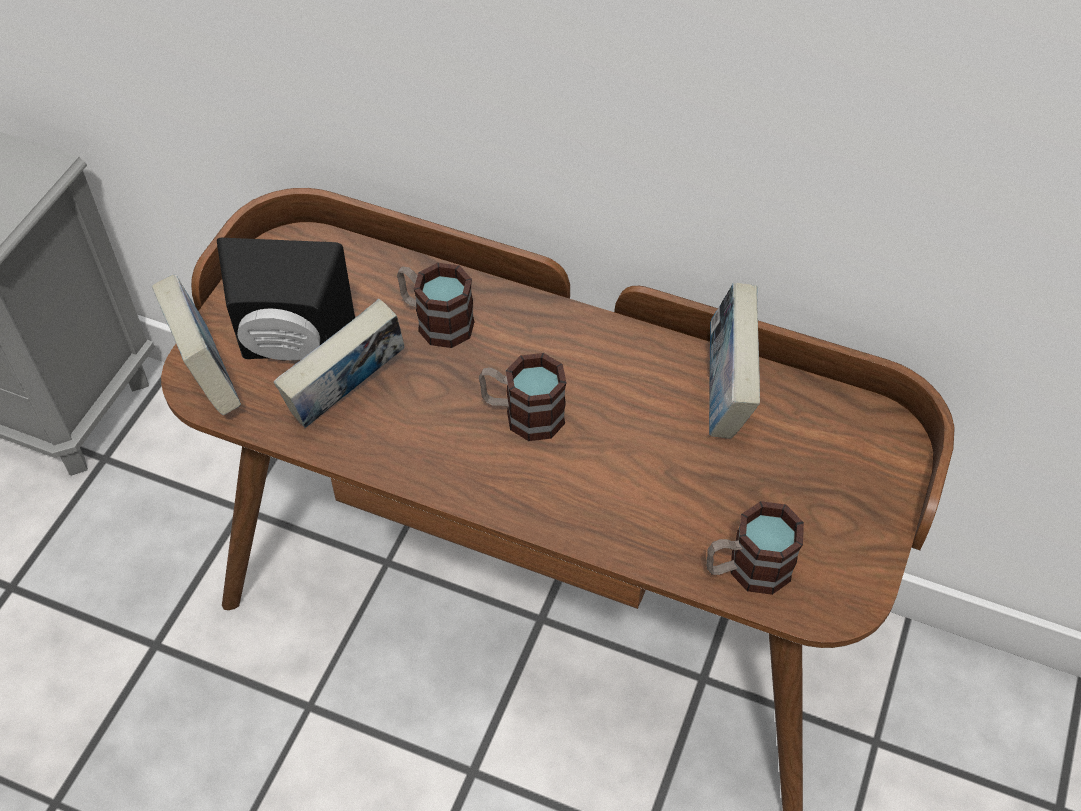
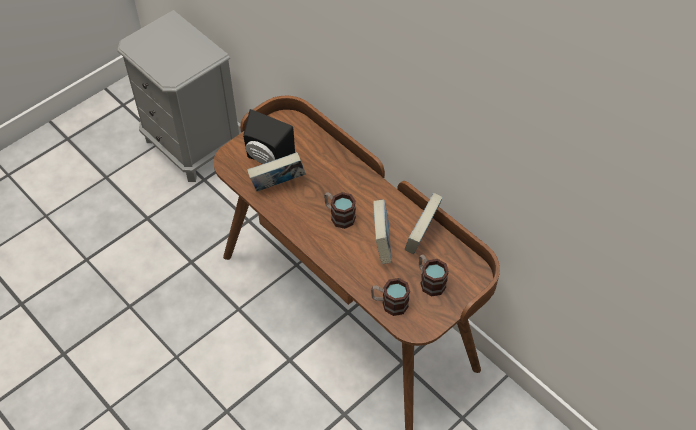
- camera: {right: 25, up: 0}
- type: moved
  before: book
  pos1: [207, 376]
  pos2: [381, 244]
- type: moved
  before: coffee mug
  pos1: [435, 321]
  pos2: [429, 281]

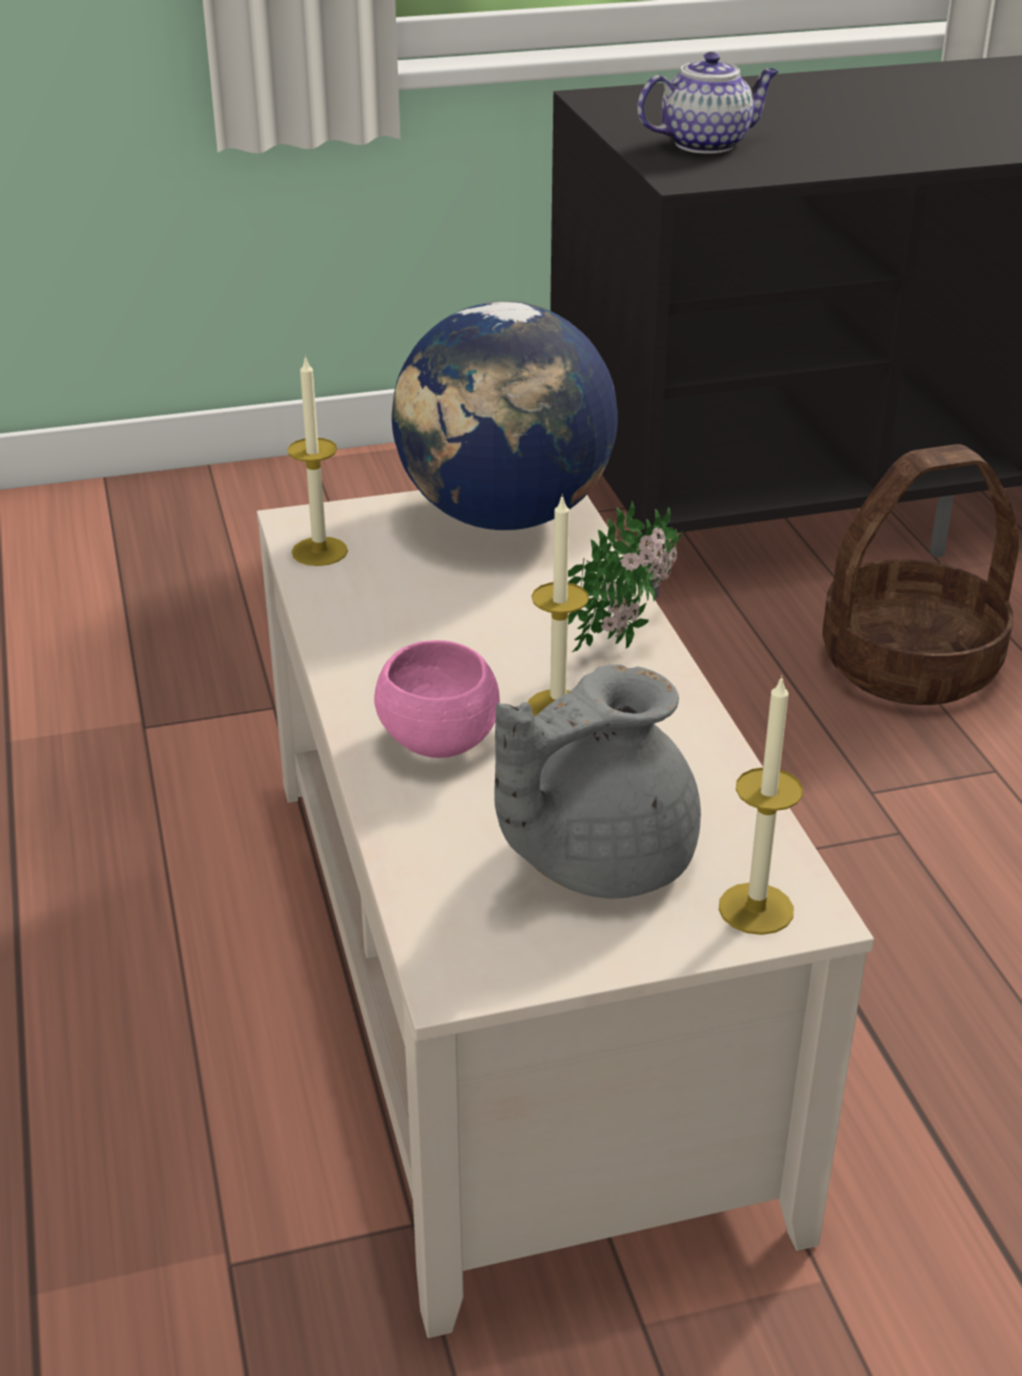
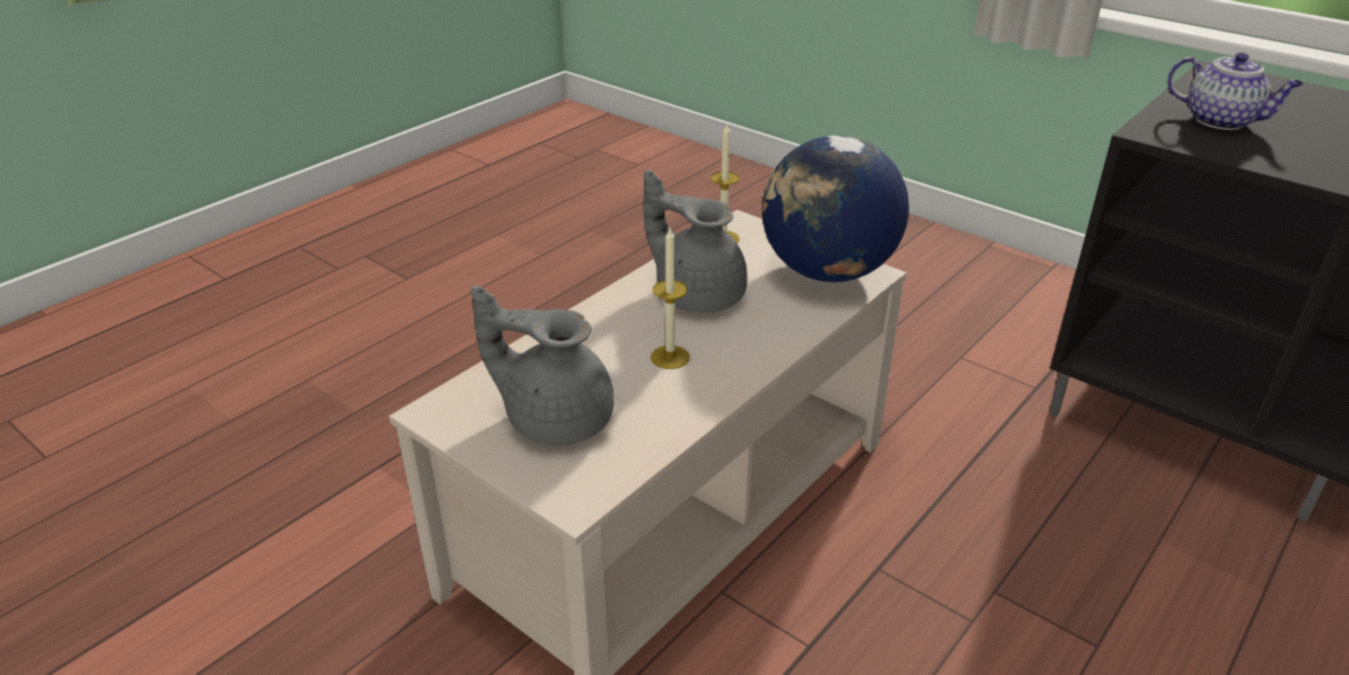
- camera: {right: 55, up: 0}
- type: added
  after: tea pot in grey
  pos2: [697, 294]
- type: removed
  before: deep dish in pink-coloured
  pos1: [438, 741]
- type: removed
  before: houseplant
  pos1: [629, 636]
- type: removed
  before: candle
  pos1: [756, 908]
- type: removed
  before: household basket
  pos1: [910, 663]

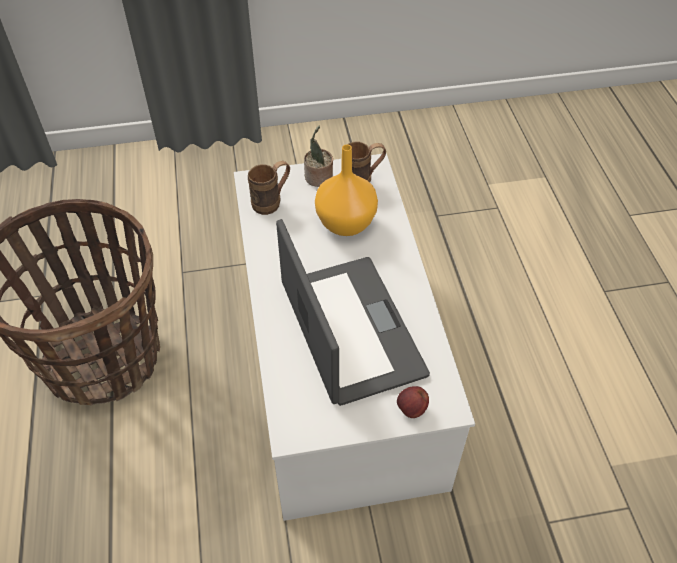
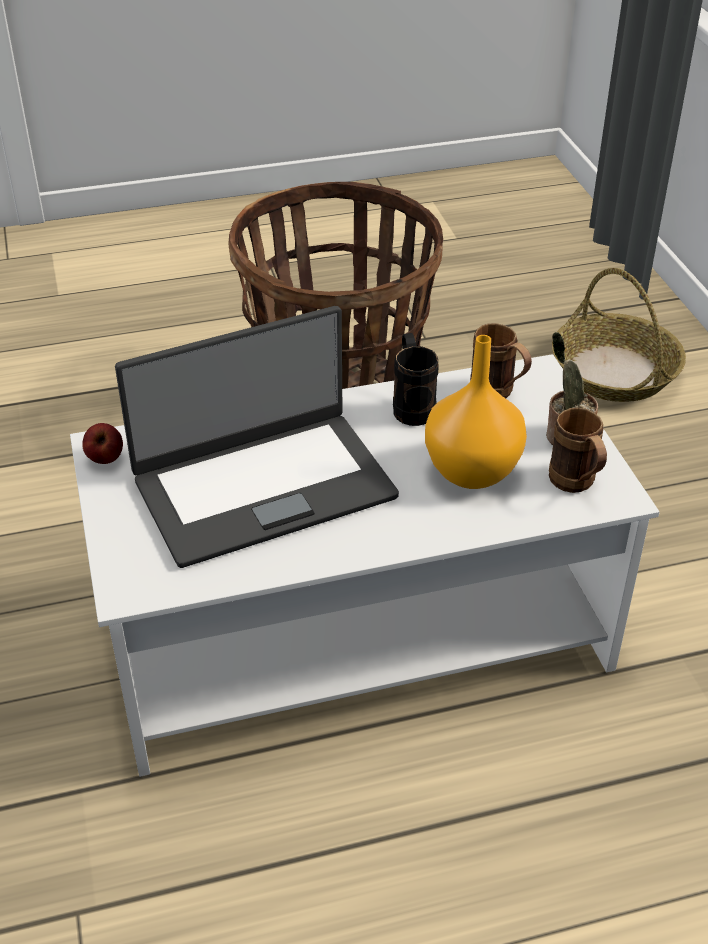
- camera: {right: 85, up: -10}
- type: moved
  before: whole apple
  pos1: [411, 409]
  pos2: [105, 458]
- type: added
  after: coffee mug in blackish
  pos2: [412, 405]
- type: added
  after: household basket
  pos2: [615, 372]

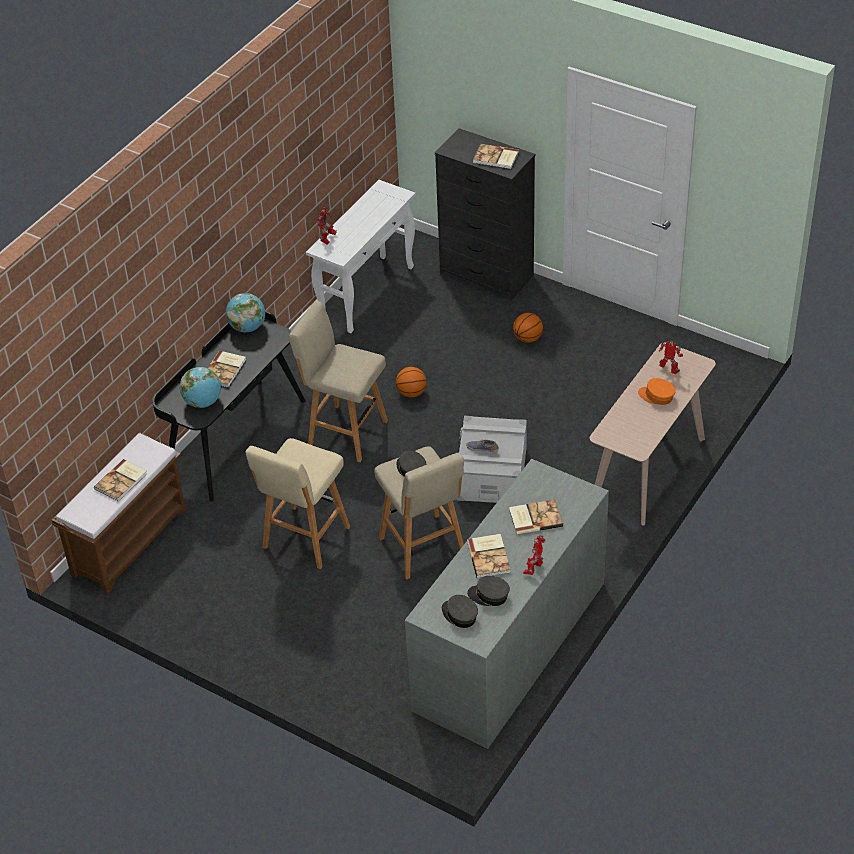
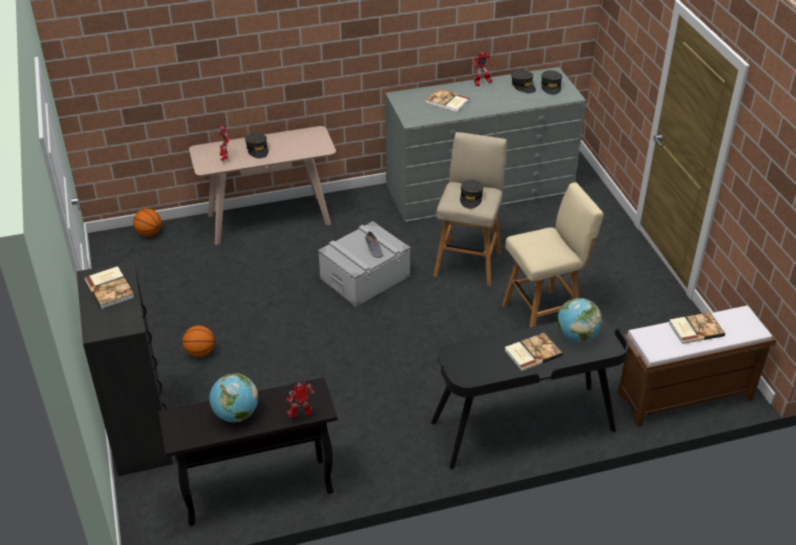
- camera: {right: -140, up: -5}
- type: moved
  before: basketball ball
  pos1: [411, 393]
  pos2: [149, 233]
- type: recoloured
  before: console table in whitish
  after: console table in blackish
  pos1: [367, 293]
  pos2: [257, 492]
- type: moved
  before: desk globe
  pos1: [247, 327]
  pos2: [236, 414]
- type: recoloured
  before: baseball cap in orange
  after: baseball cap in grey
  pos1: [656, 396]
  pos2: [257, 149]
- type: removed
  before: stool seat in beige
  pos1: [345, 432]
- type: removed
  before: book
  pos1: [489, 557]

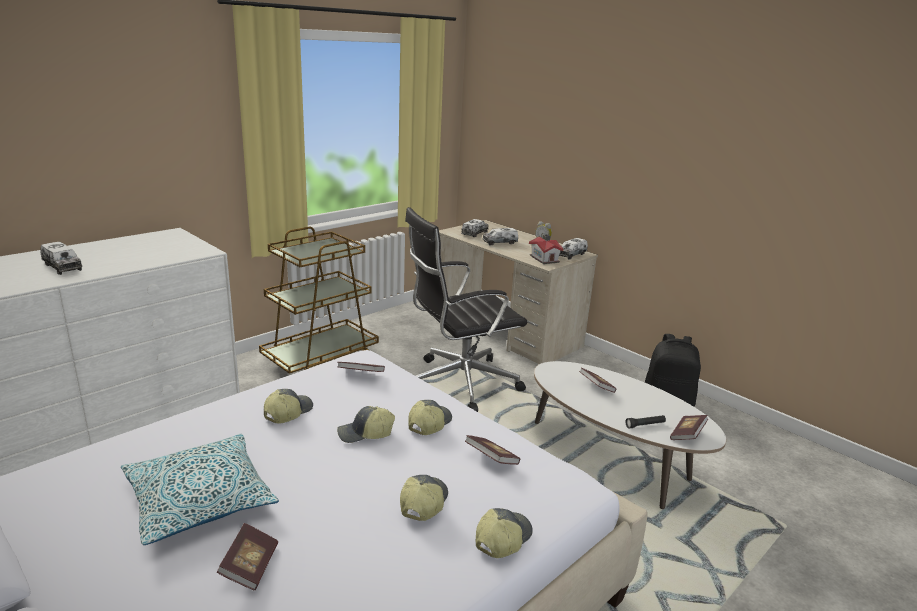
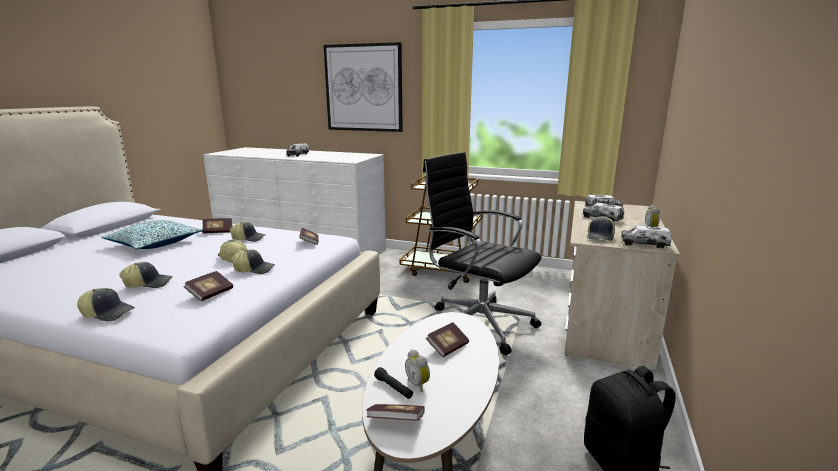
- camera: {right: 65, up: -5}
- type: moved
  before: book
  pos1: [250, 567]
  pos2: [218, 231]
- type: added
  after: wall art
  pos2: [363, 88]
- type: added
  after: bedside clock
  pos2: [418, 384]
- type: replaced
  before: model house
  after: baseball cap
  pos1: [544, 258]
  pos2: [600, 237]

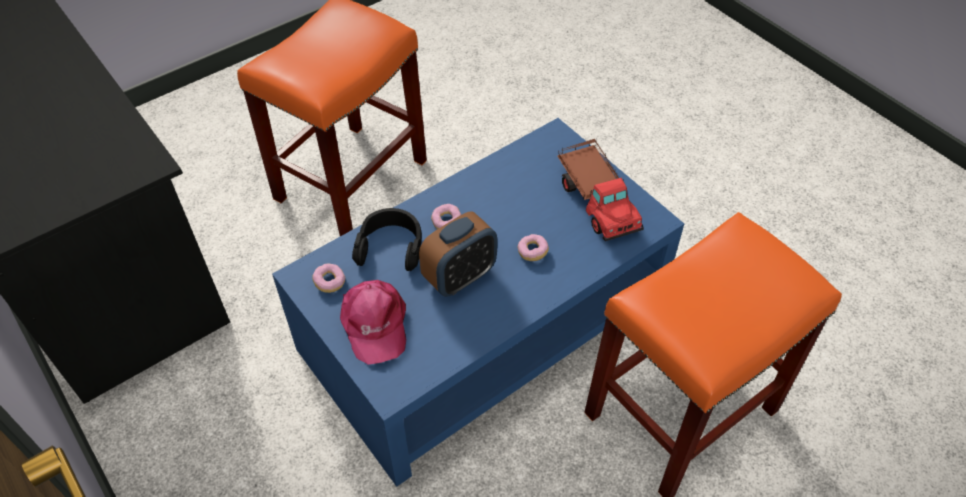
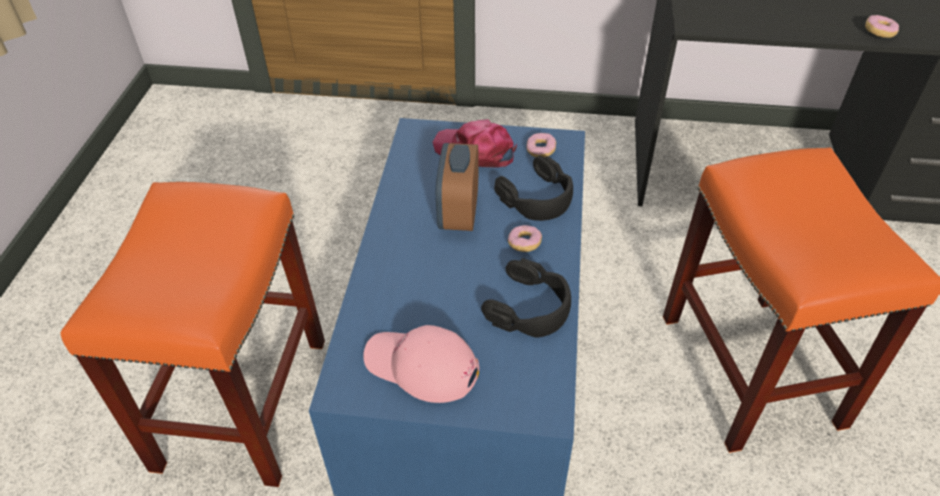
- camera: {right: 135, up: -5}
- type: replaced
  before: toy lorry
  after: baseball cap in pink-coloured
  pos1: [597, 199]
  pos2: [421, 366]
- type: added
  after: pair of headphones in blackish
  pos2: [530, 308]
- type: moved
  before: donut
  pos1: [532, 252]
  pos2: [879, 33]

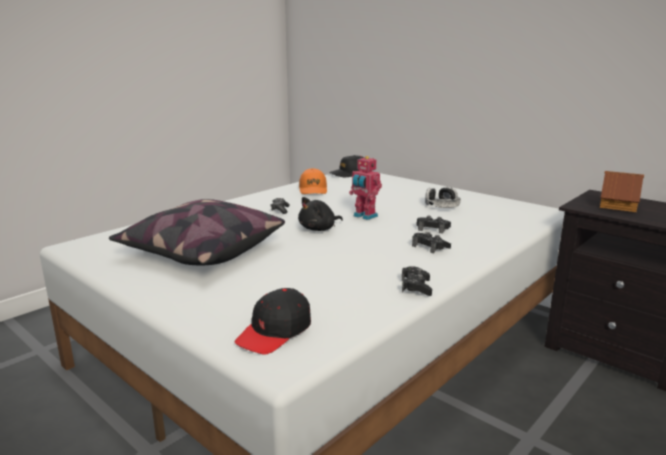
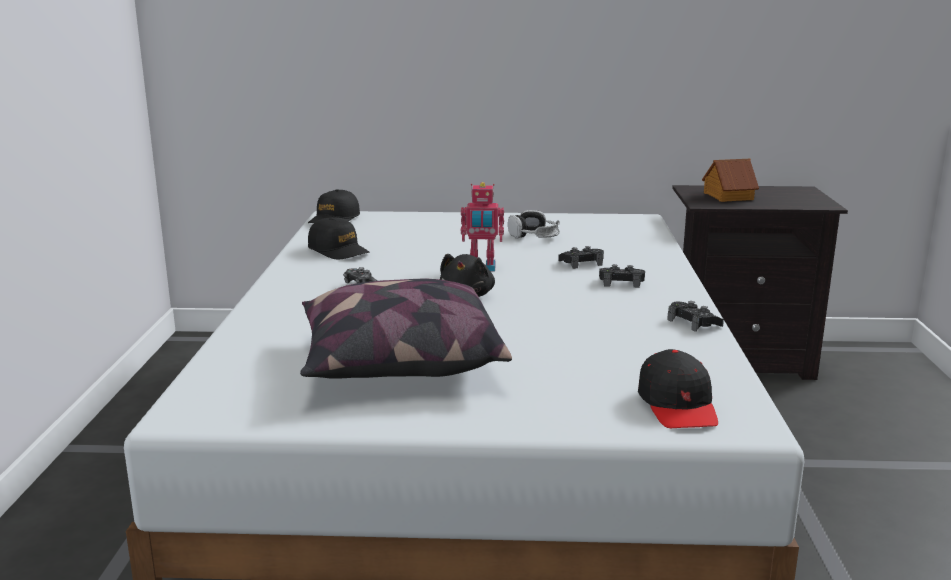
- camera: {right: -40, up: 0}
- type: recoloured
  before: baseball cap in orange
  after: baseball cap in blackish
  pos1: [313, 189]
  pos2: [338, 250]

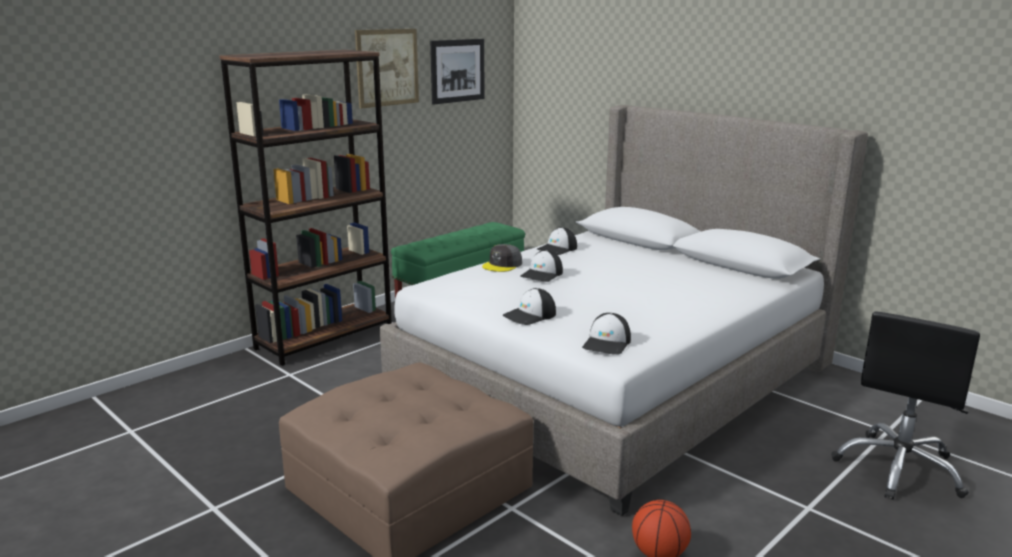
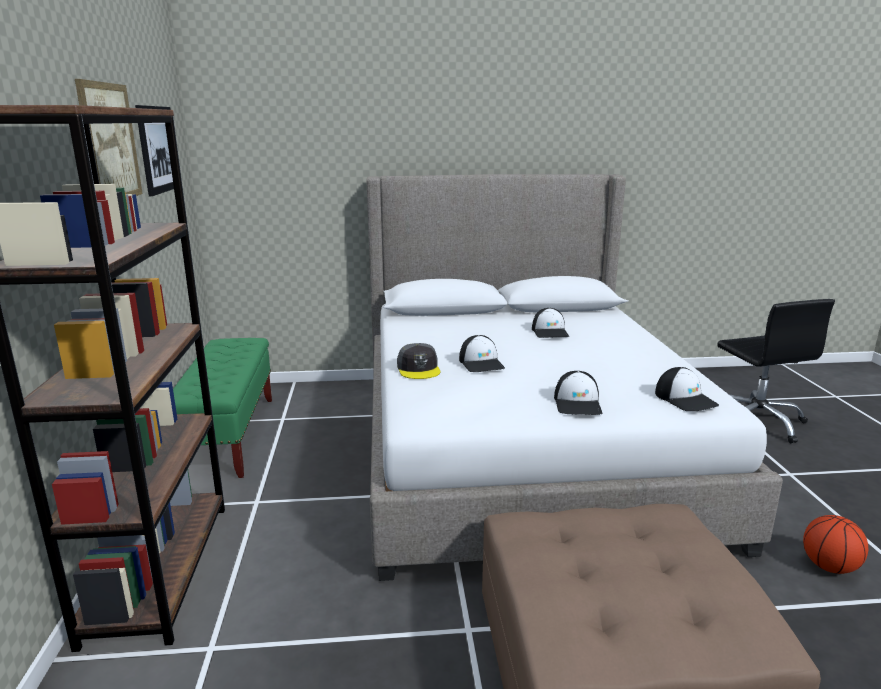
- camera: {right: -50, up: 0}
- type: moved
  before: baseball cap
  pos1: [557, 249]
  pos2: [550, 332]

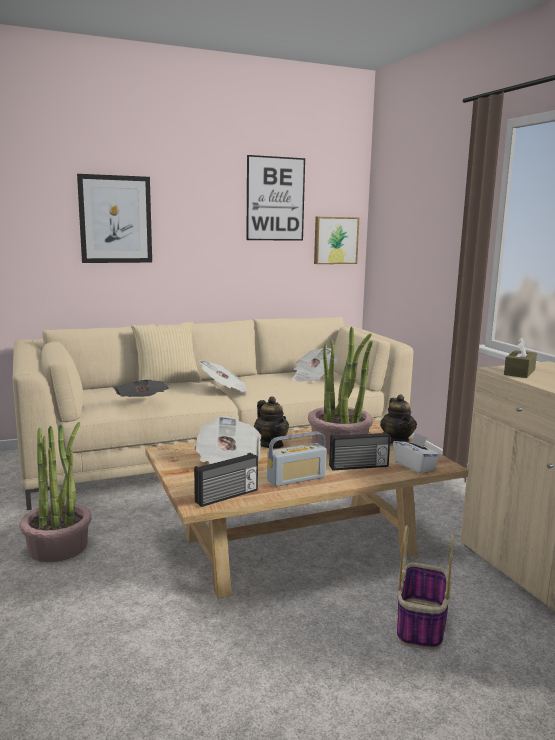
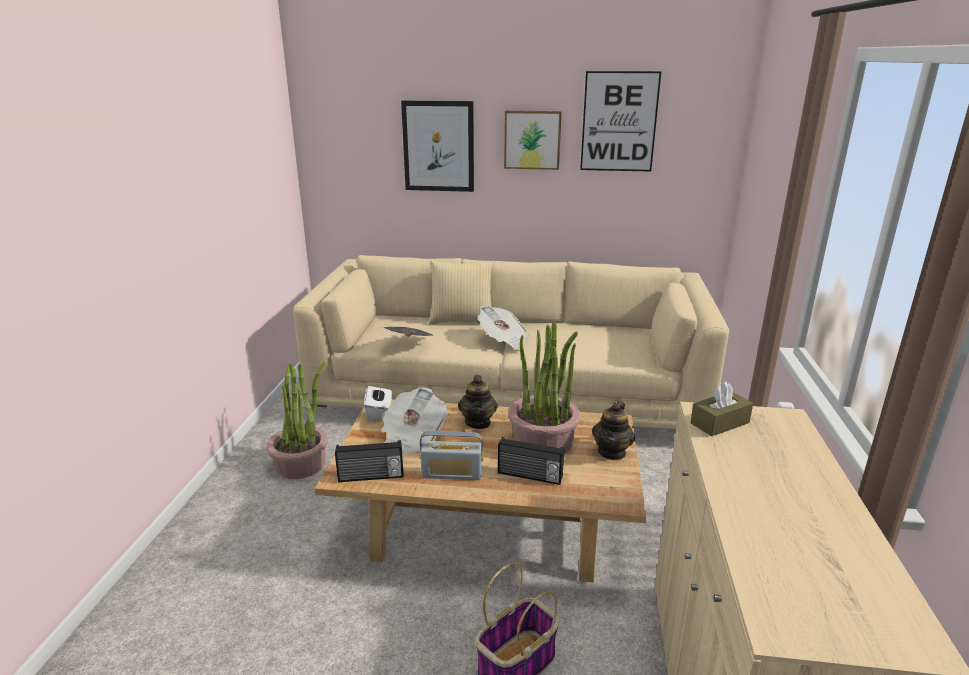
- camera: {right: 30, up: 10}
- type: moved
  before: tissue holder in whitish
  pos1: [415, 466]
  pos2: [379, 413]
- type: moved
  before: wall art
  pos1: [335, 240]
  pos2: [532, 139]
- type: removed
  before: daily paper
  pos1: [313, 378]

